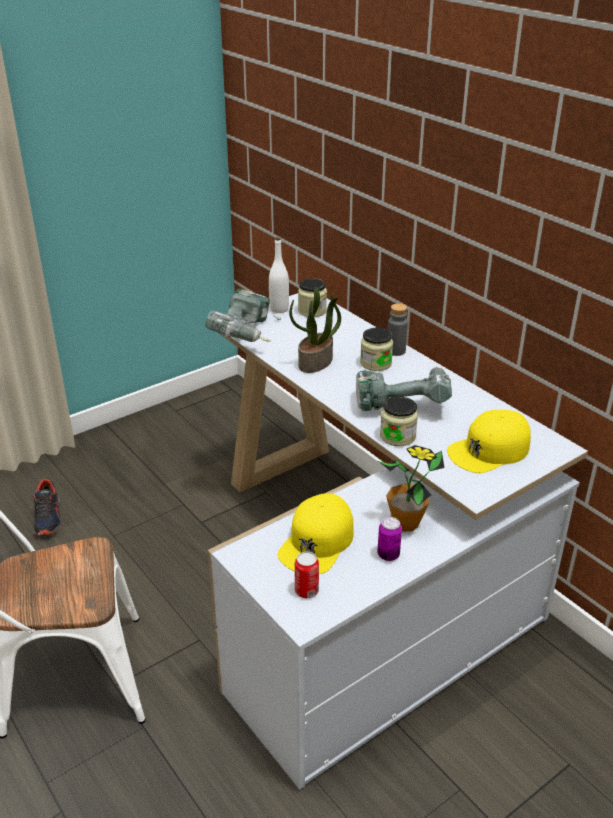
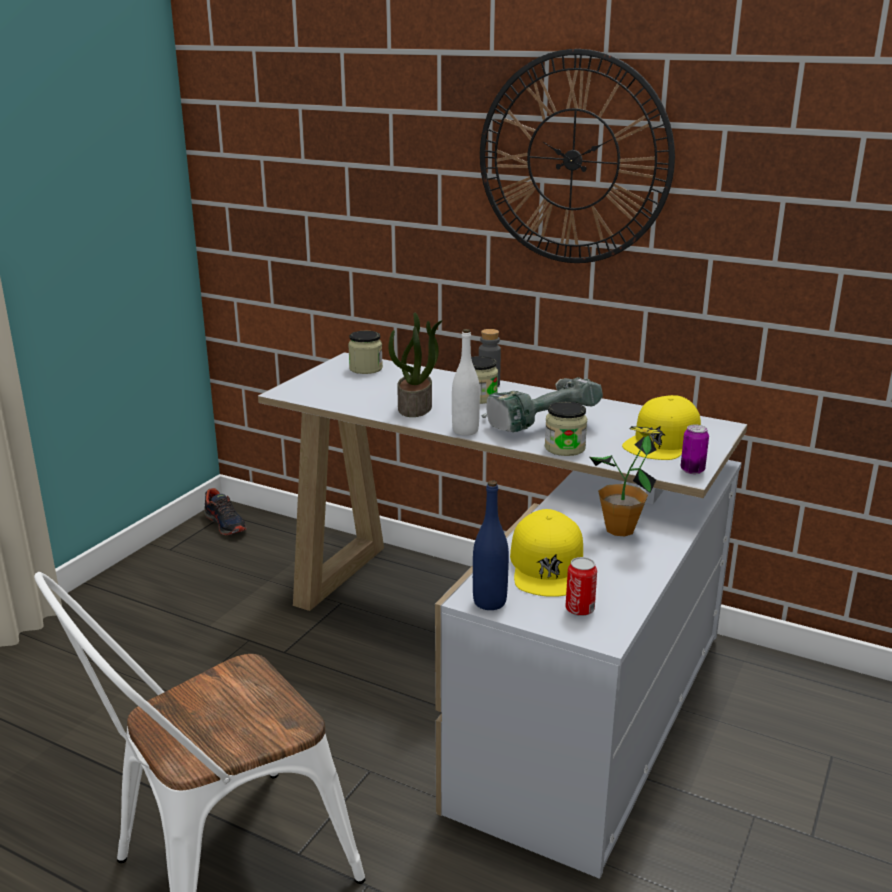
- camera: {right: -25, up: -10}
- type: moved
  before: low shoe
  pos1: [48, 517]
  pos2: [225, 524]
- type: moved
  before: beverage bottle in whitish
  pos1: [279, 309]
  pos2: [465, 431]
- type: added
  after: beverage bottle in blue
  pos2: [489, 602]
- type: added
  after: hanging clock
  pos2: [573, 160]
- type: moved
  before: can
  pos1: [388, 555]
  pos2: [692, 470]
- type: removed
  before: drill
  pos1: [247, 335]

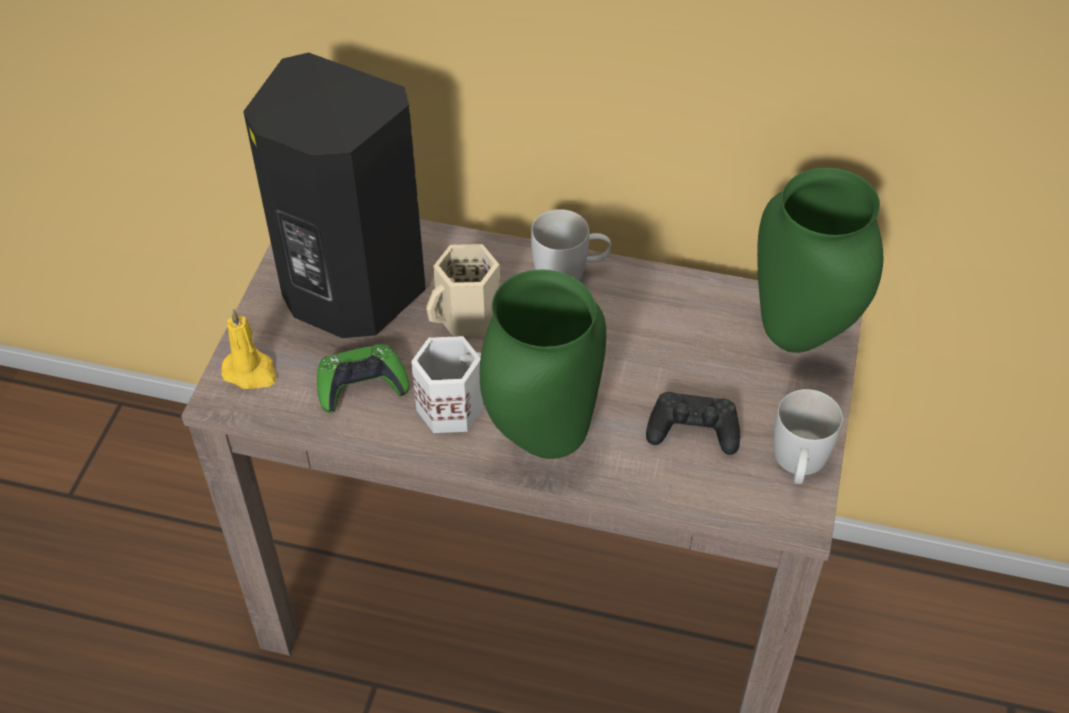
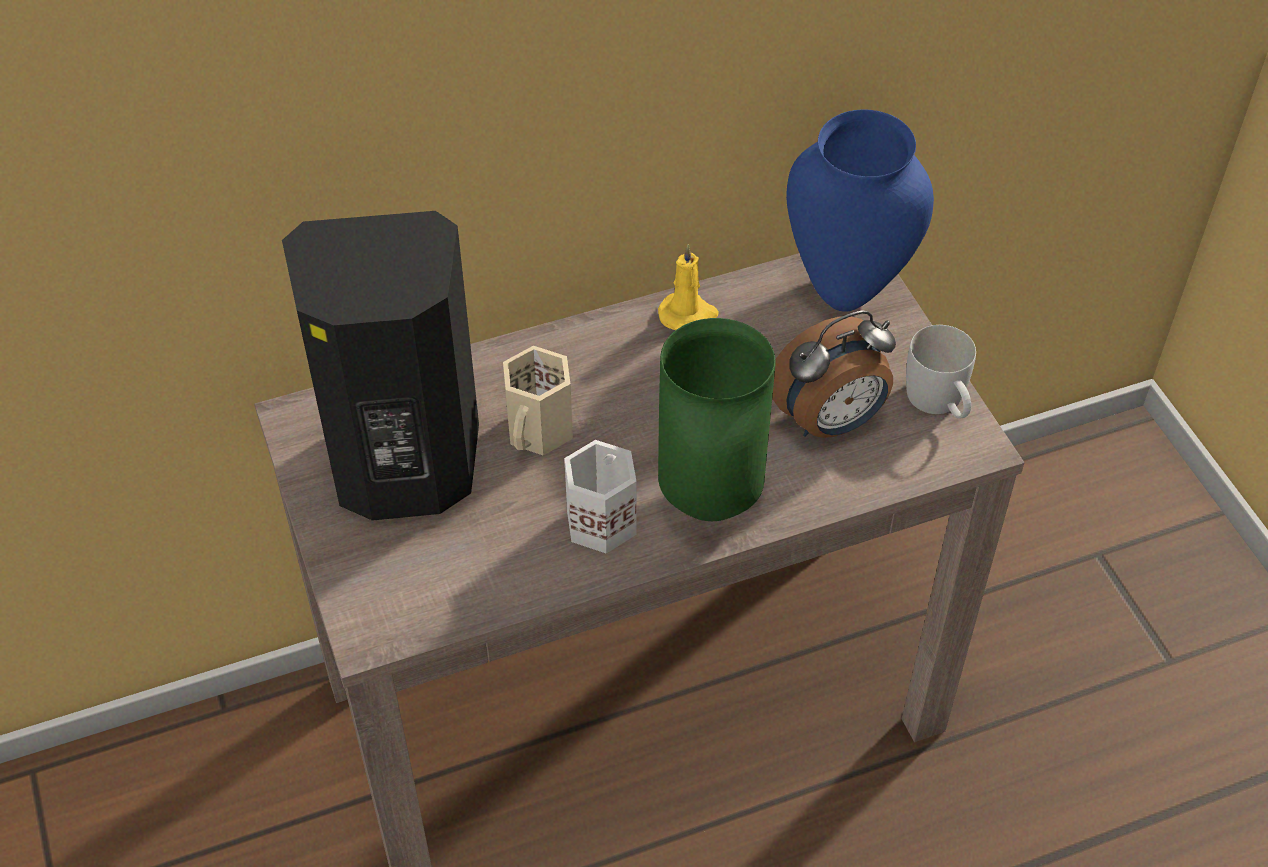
- camera: {right: -35, up: 0}
- type: moved
  before: candle in yellow
  pos1: [251, 372]
  pos2: [688, 314]
- type: replaced
  before: gamepad in blackish
  after: bedside clock
  pos1: [693, 430]
  pos2: [830, 422]
- type: recoloured
  before: vase in green-coloured
  after: vase in blue
  pos1: [802, 334]
  pos2: [847, 290]
- type: removed
  before: gamepad in green-coloured
  pos1: [361, 384]
- type: removed
  before: coffee mug in whitish
  pos1: [570, 271]

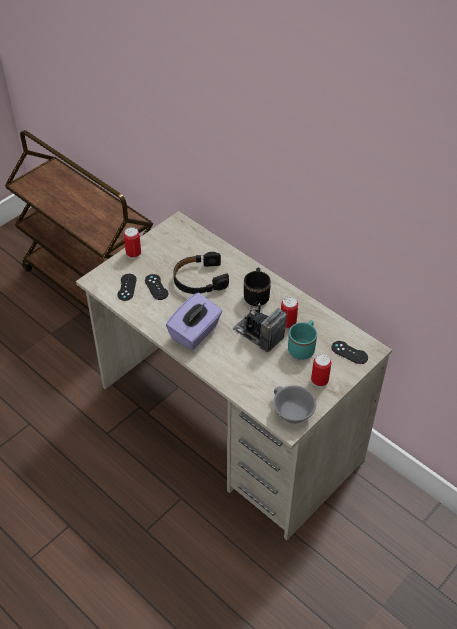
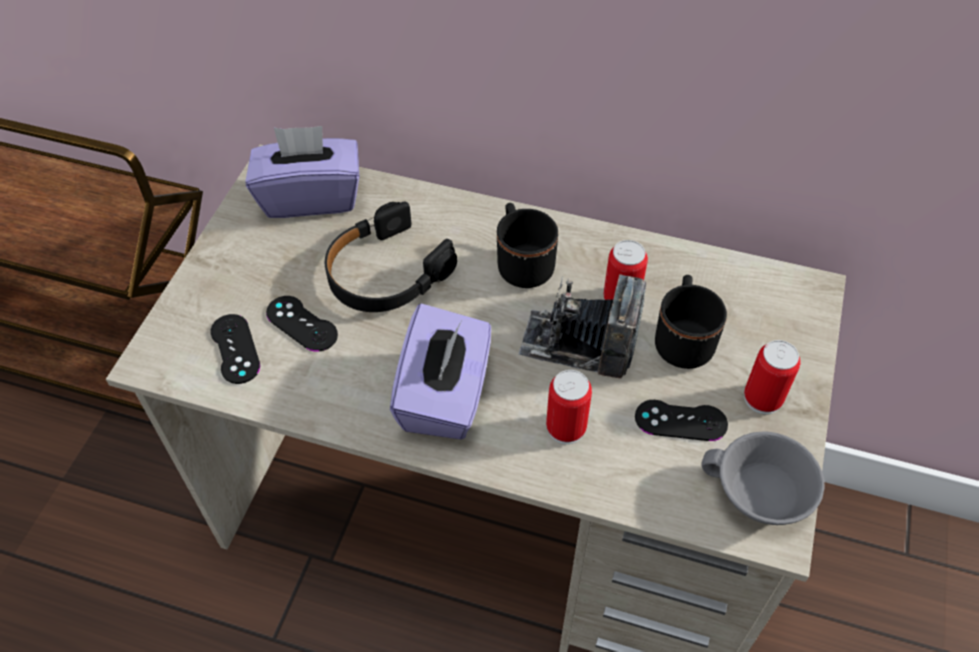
- camera: {right: -25, up: 5}
- type: added
  after: tissue holder in purple
  pos2: [310, 196]
- type: moved
  before: can
  pos1: [133, 253]
  pos2: [566, 427]
- type: moved
  before: gamepad in blackish
  pos1: [349, 352]
  pos2: [680, 421]
- type: recoloured
  before: coffee mug in turquoise-coloured
  after: coffee mug in blackish
  pos1: [303, 347]
  pos2: [683, 339]

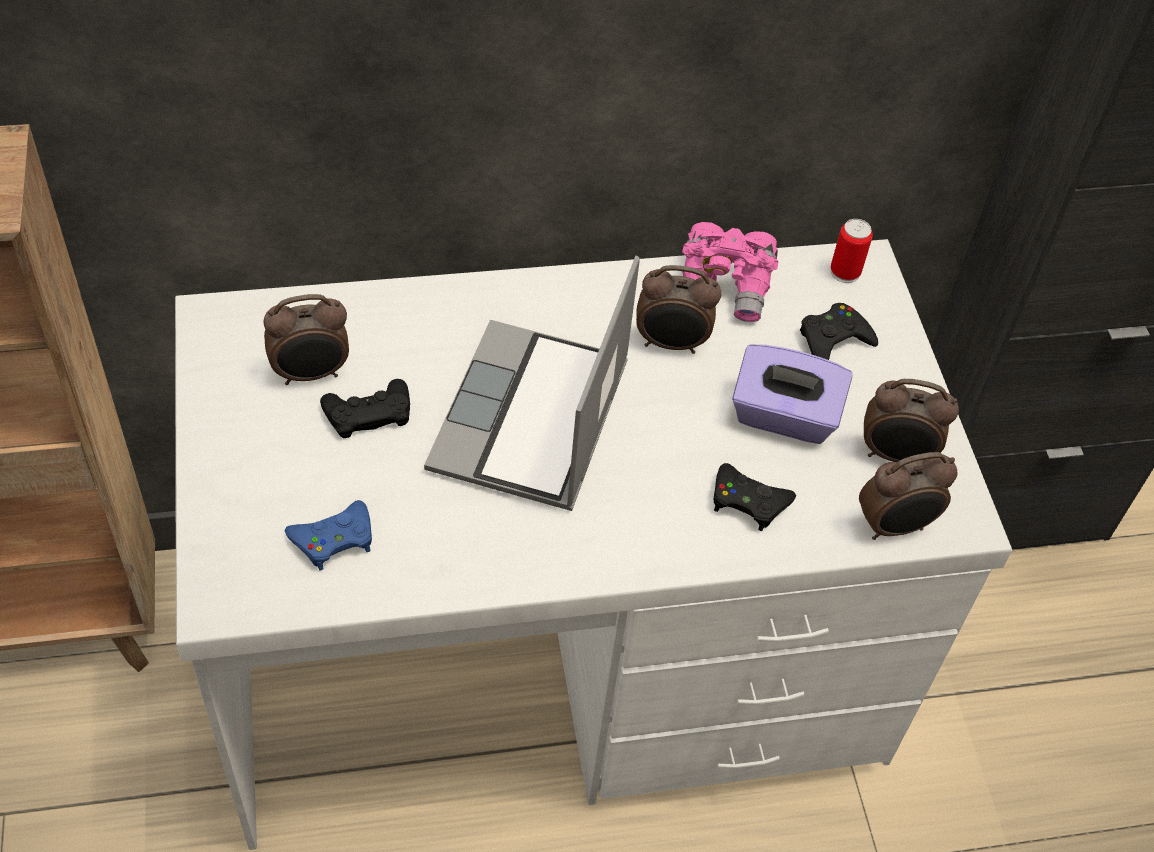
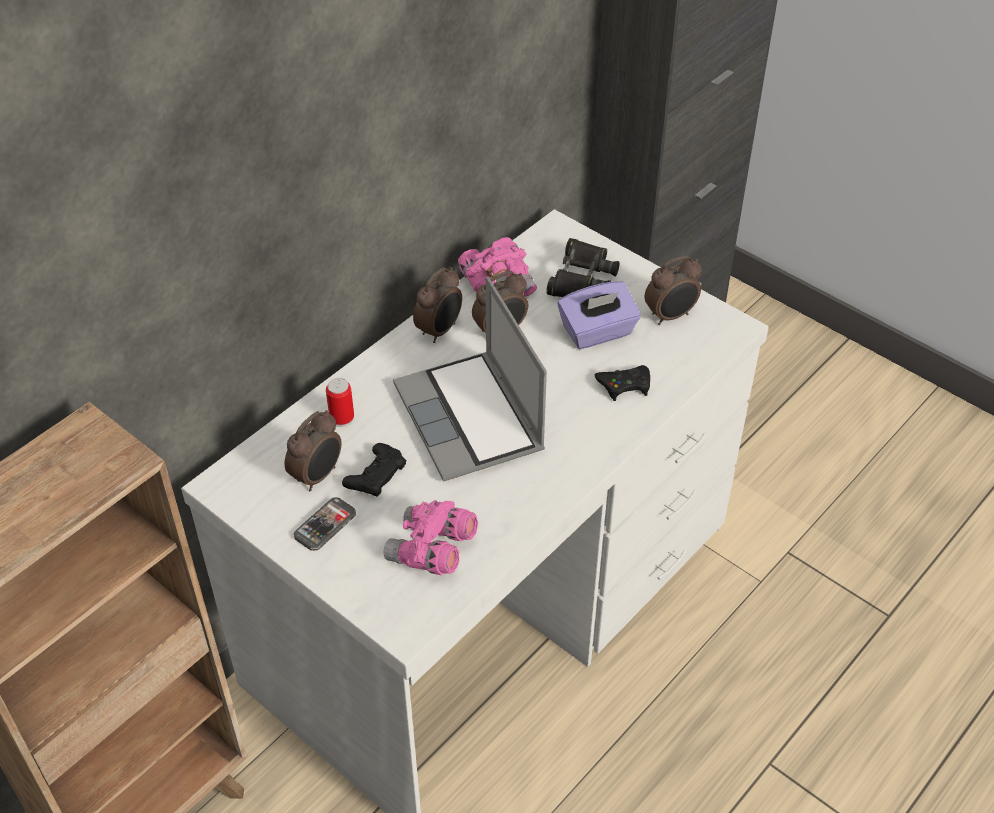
- camera: {right: -35, up: -5}
- type: added
  after: handset
  pos2: [325, 525]
- type: moved
  before: can
  pos1: [845, 272]
  pos2: [342, 418]
- type: replaced
  before: gamepad in blue
  after: pair of binoculars in pink-coloured
  pos1: [334, 539]
  pos2: [432, 551]
- type: moved
  before: bedside clock
  pos1: [895, 527]
  pos2: [440, 330]
- type: replaced
  before: gamepad in blackish
  after: pair of binoculars in blackish
  pos1: [833, 340]
  pos2: [582, 278]

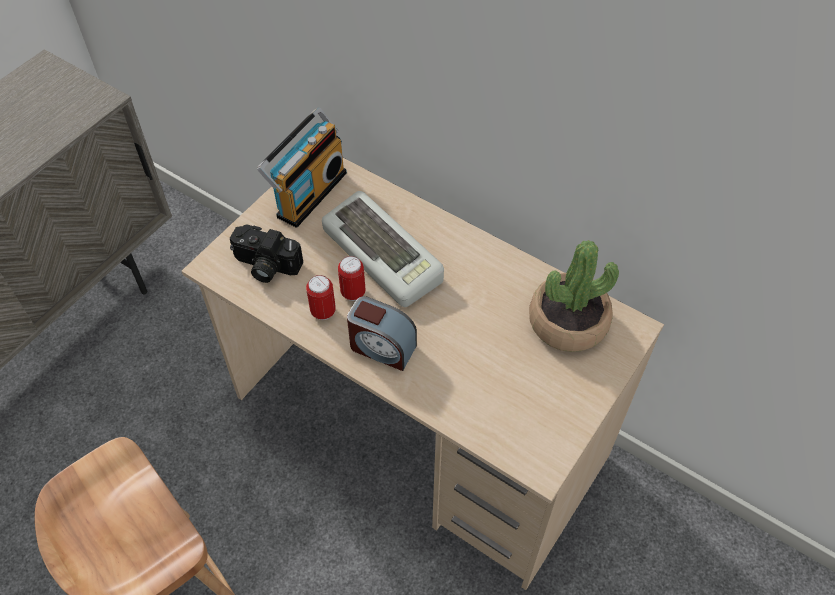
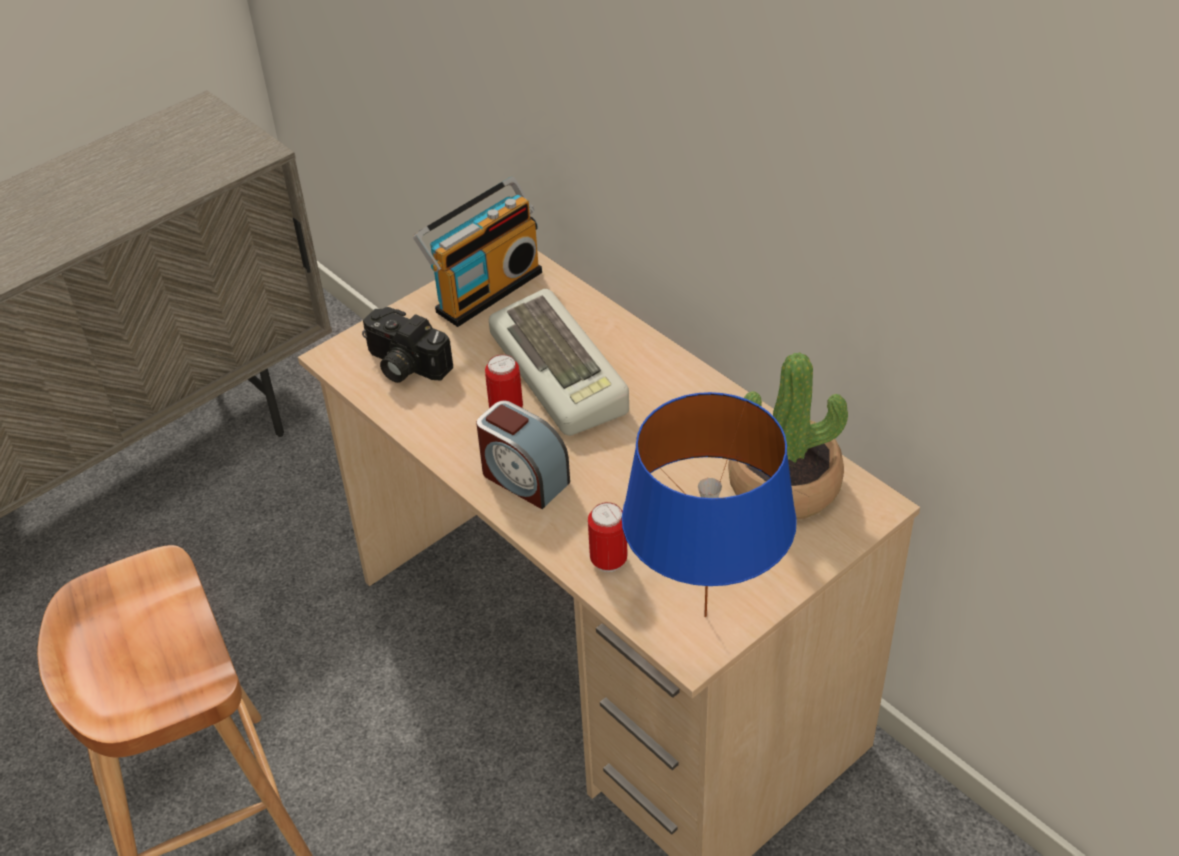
- camera: {right: 15, up: -10}
- type: moved
  before: can
  pos1: [323, 312]
  pos2: [608, 561]
- type: added
  after: lamp for a table in blue
  pos2: [707, 616]

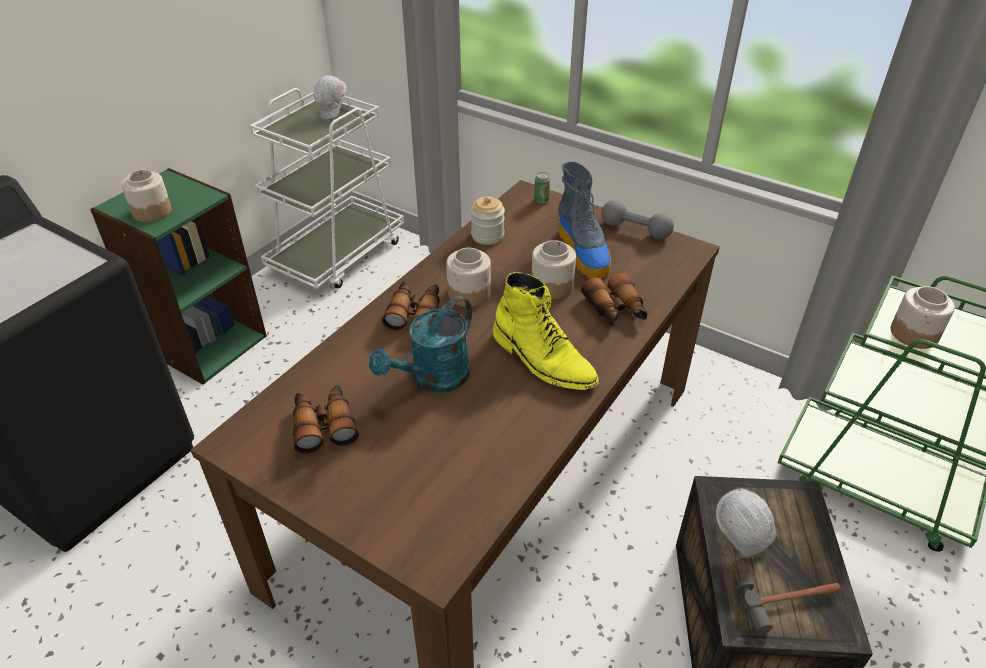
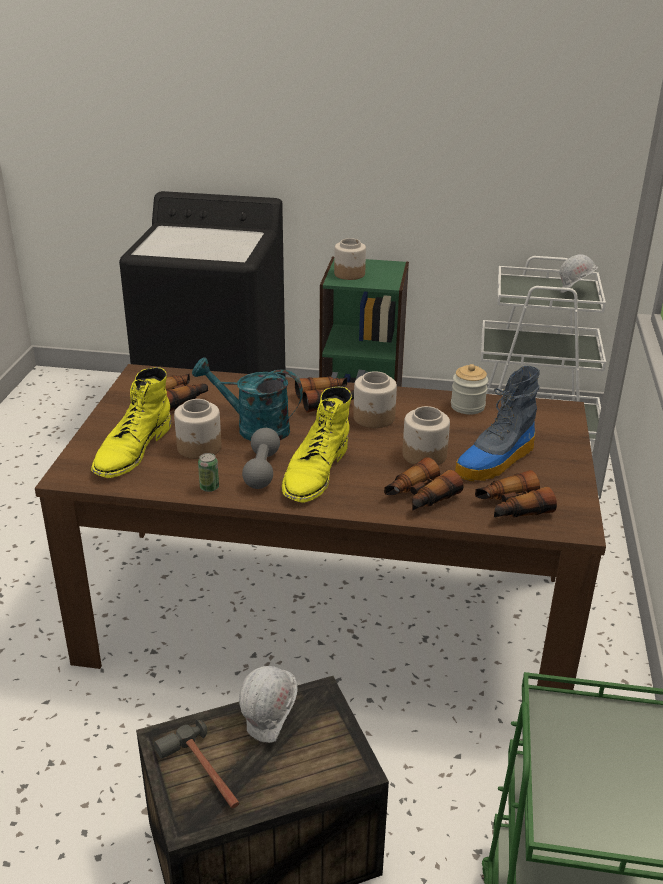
- camera: {right: 65, up: -10}
- type: added
  after: boot in yellow
  pos2: [132, 450]
- type: moved
  before: preserve jar
  pos1: [914, 333]
  pos2: [199, 448]
- type: moved
  before: can
  pos1: [541, 200]
  pos2: [209, 487]
- type: moved
  before: free weight in grey
  pos1: [635, 230]
  pos2: [262, 470]
- type: added
  after: pair of binoculars
  pos2: [511, 507]

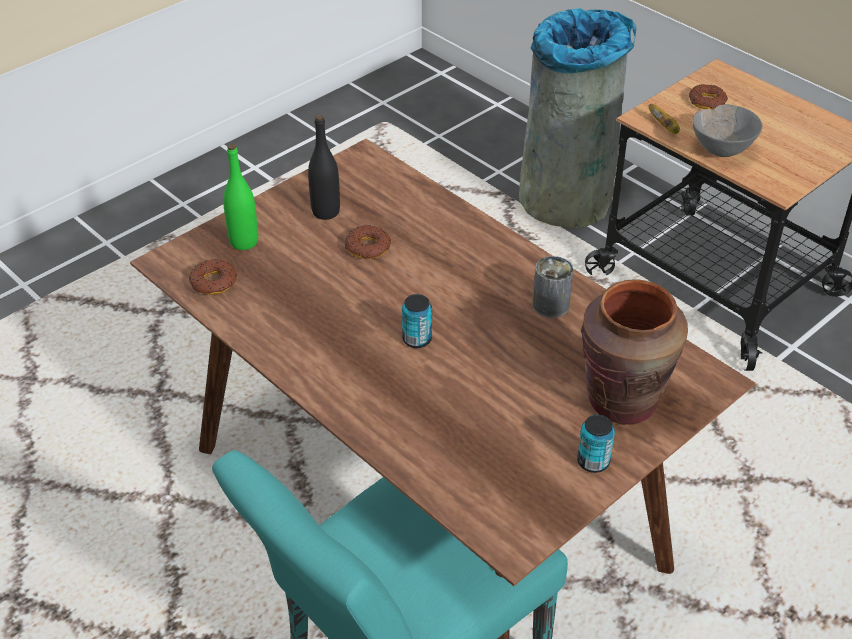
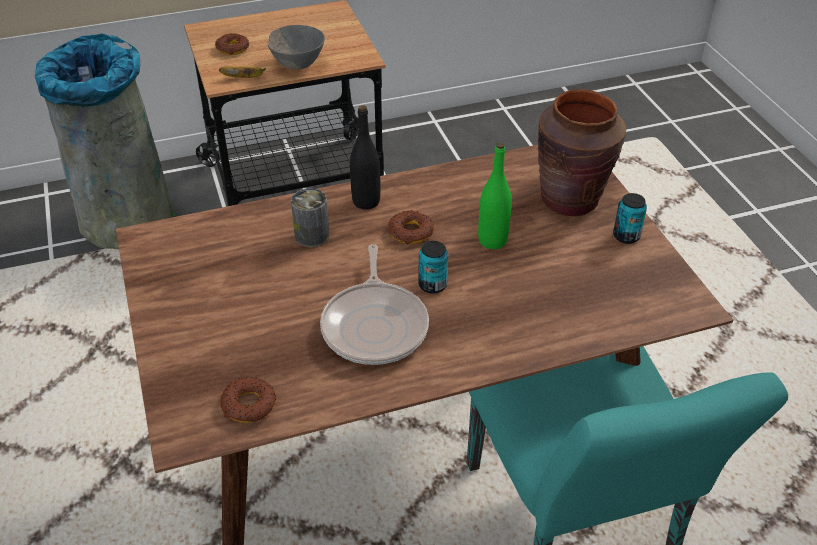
- camera: {right: -65, up: 0}
- type: moved
  before: can
  pos1: [550, 305]
  pos2: [312, 235]
- type: added
  after: pan
  pos2: [375, 325]
- type: moved
  before: beverage bottle in blackish
  pos1: [326, 212]
  pos2: [366, 201]
- type: moved
  before: donut
  pos1: [368, 247]
  pos2: [411, 232]
- type: moved
  before: beverage bottle in green-coloured
  pos1: [244, 242]
  pos2: [492, 240]

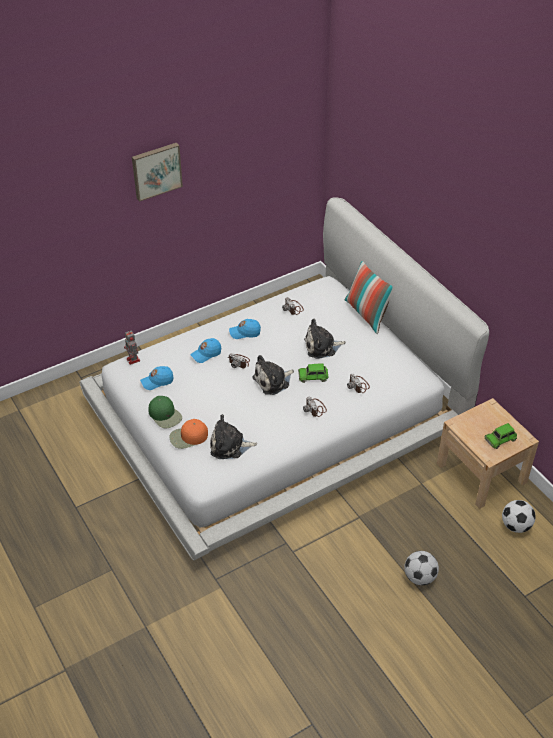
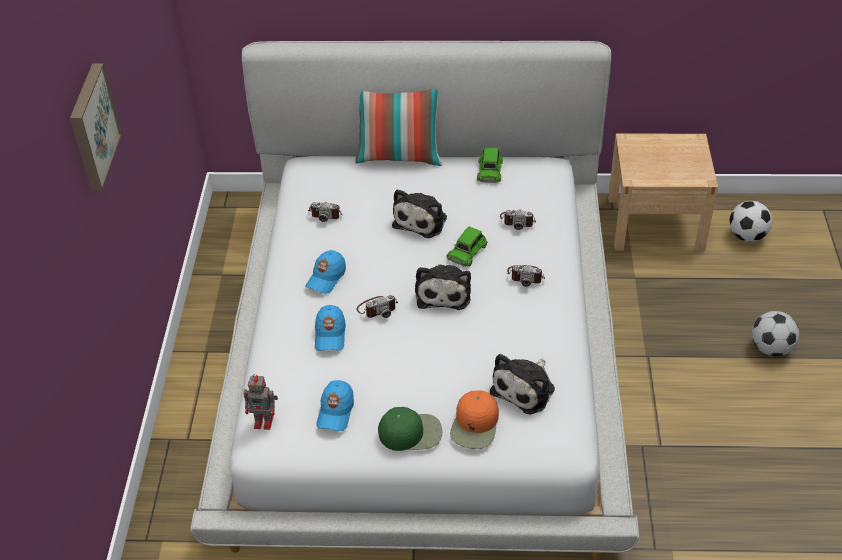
- camera: {right: -55, up: 0}
- type: moved
  before: model car in green-coloured
  pos1: [500, 439]
  pos2: [489, 170]

